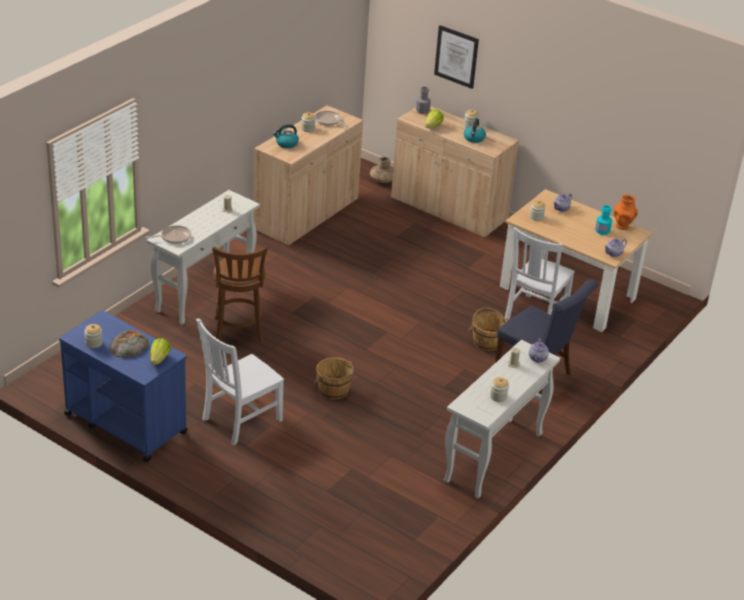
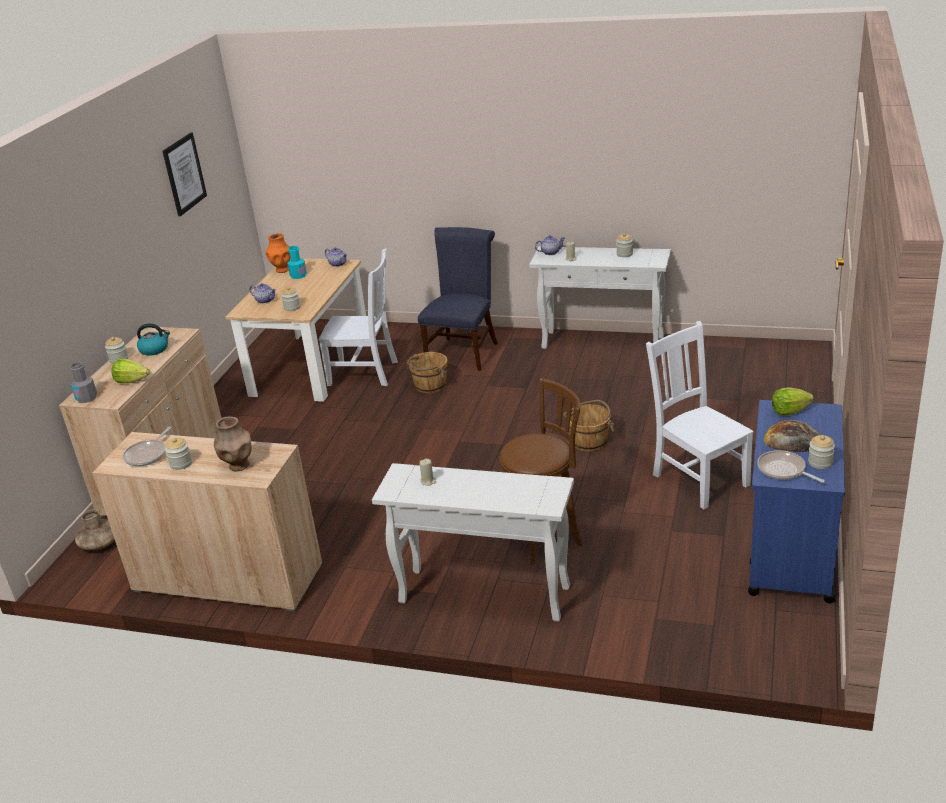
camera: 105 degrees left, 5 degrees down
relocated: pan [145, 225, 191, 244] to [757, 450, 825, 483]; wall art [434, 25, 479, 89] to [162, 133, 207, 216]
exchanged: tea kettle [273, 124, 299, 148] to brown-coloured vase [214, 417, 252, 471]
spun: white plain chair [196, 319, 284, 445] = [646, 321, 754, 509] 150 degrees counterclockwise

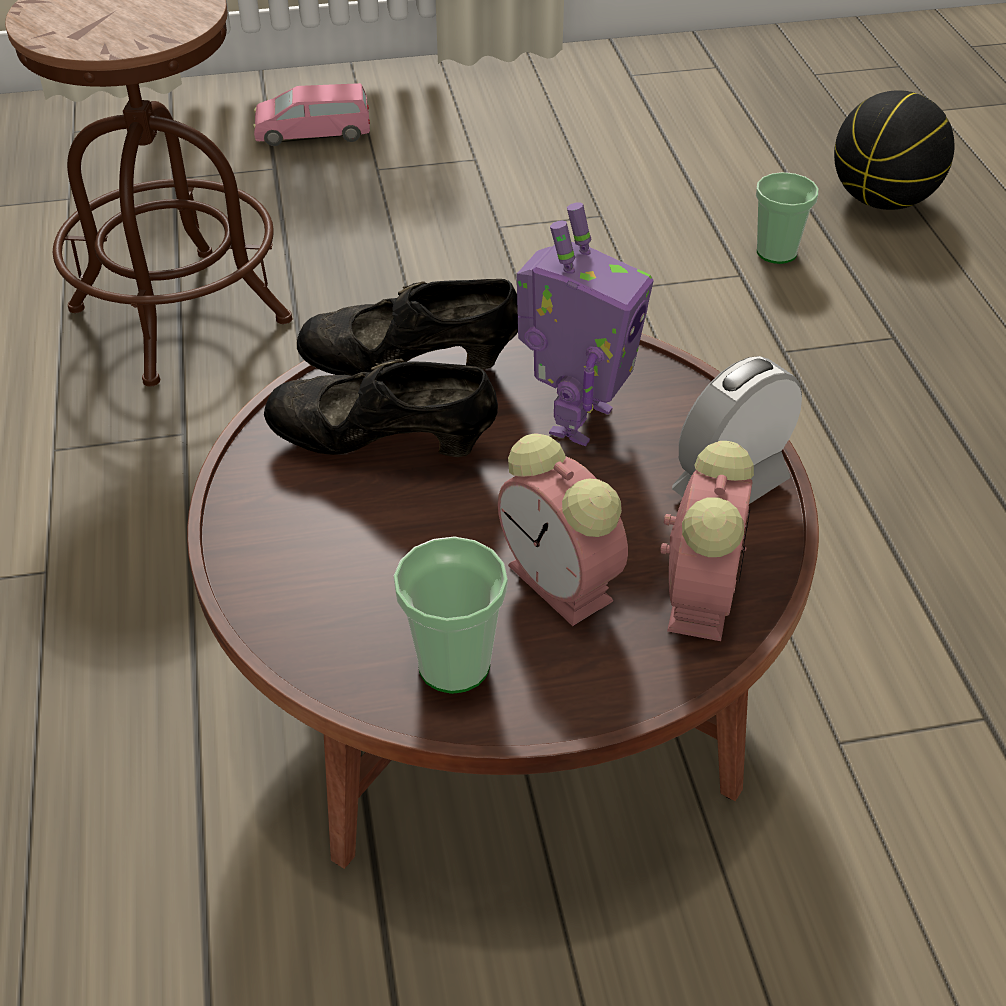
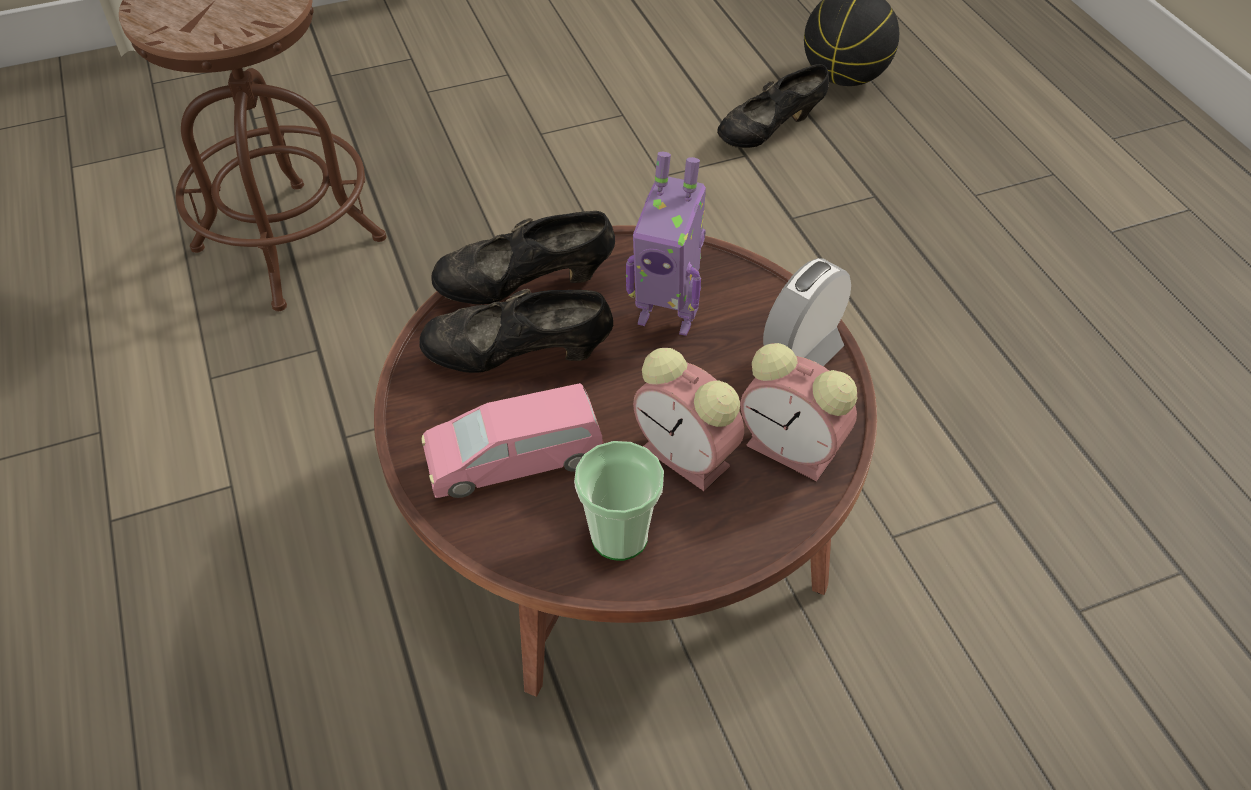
camera: 10 degrees left, 5 degrees up
relocated: pink miniature car [253, 83, 370, 146] to [421, 383, 604, 498]
exchanged: drinking cup [756, 172, 819, 264] to black item of footwear [717, 64, 829, 148]
spun: toy robot [517, 202, 654, 446] = [626, 152, 706, 336] 90 degrees clockwise; table clock [660, 441, 754, 641] = [741, 343, 857, 481] 120 degrees clockwise

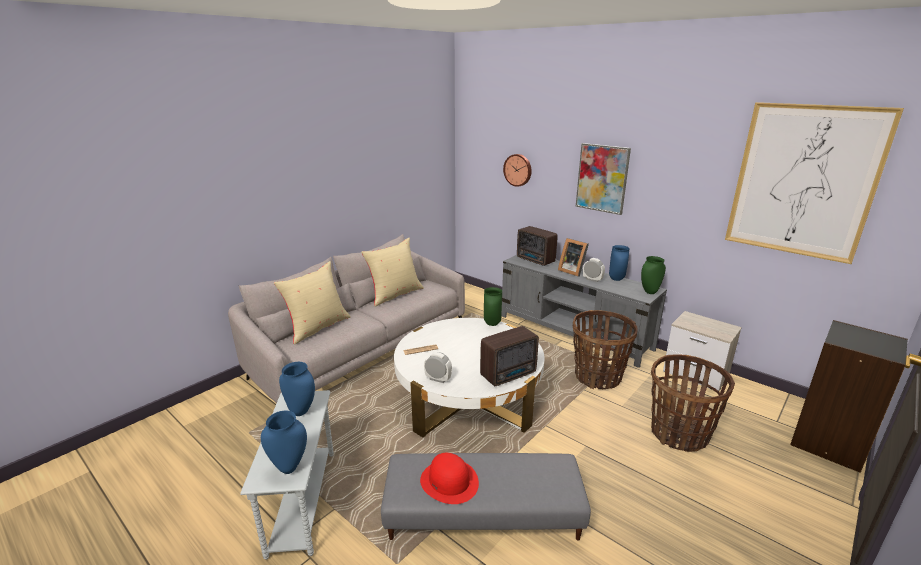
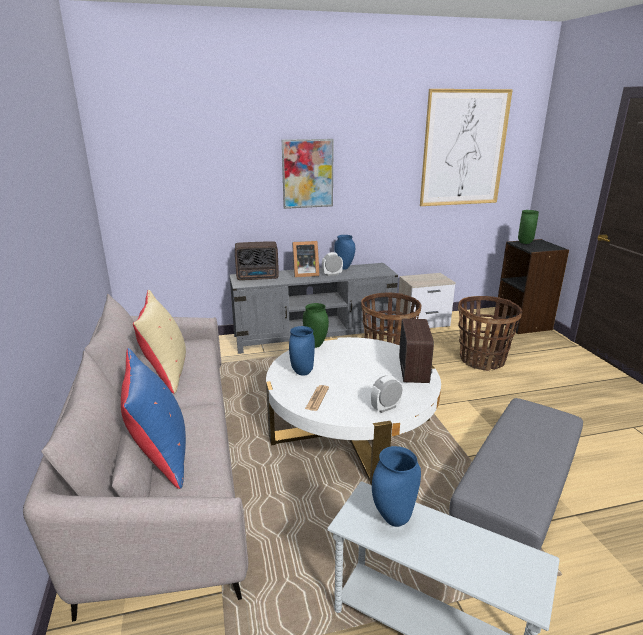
camera: 55 degrees left, 0 degrees up
missing: red-coloured hat [420, 453, 479, 504]; wall clock [503, 154, 532, 187]
relocated: bluish vase [261, 411, 307, 474] to [289, 326, 315, 376]; green vase [641, 256, 666, 294] to [518, 210, 539, 244]
colour: sand-coloured cushion [274, 261, 351, 345] to bluish cushion [121, 348, 186, 489]

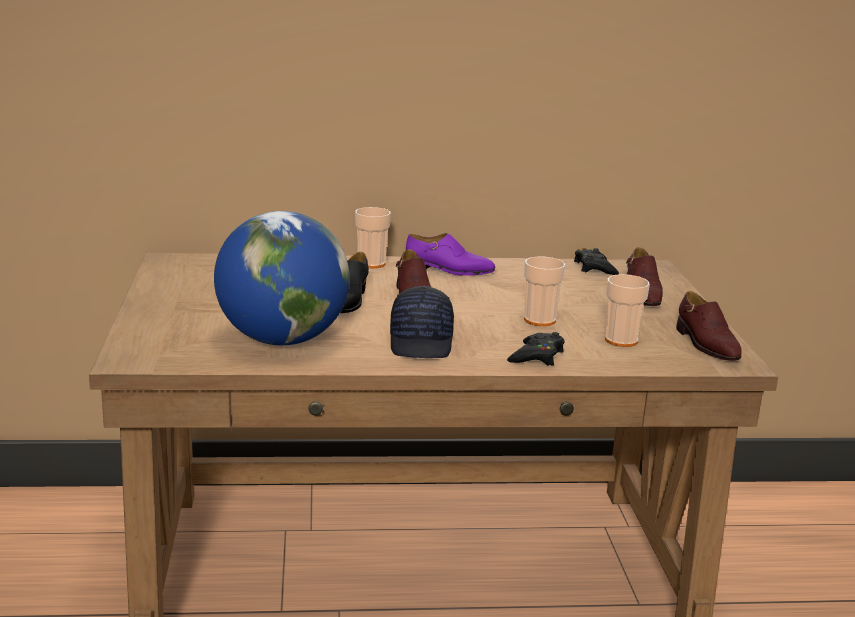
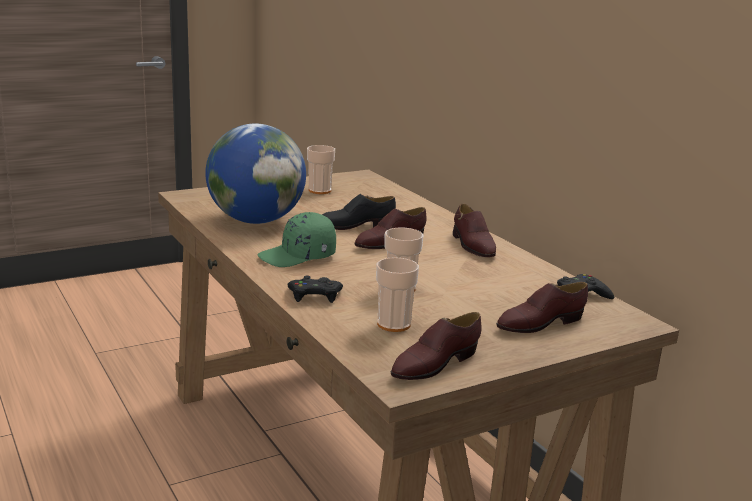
camera: 65 degrees right, 0 degrees up
relocated: drinking cup [355, 207, 391, 268] to [307, 145, 335, 194]
colour: black peaked cap [390, 286, 454, 358] to green peaked cap [257, 212, 336, 267]; purple item of footwear [406, 233, 495, 276] to brown-coloured item of footwear [453, 204, 496, 257]

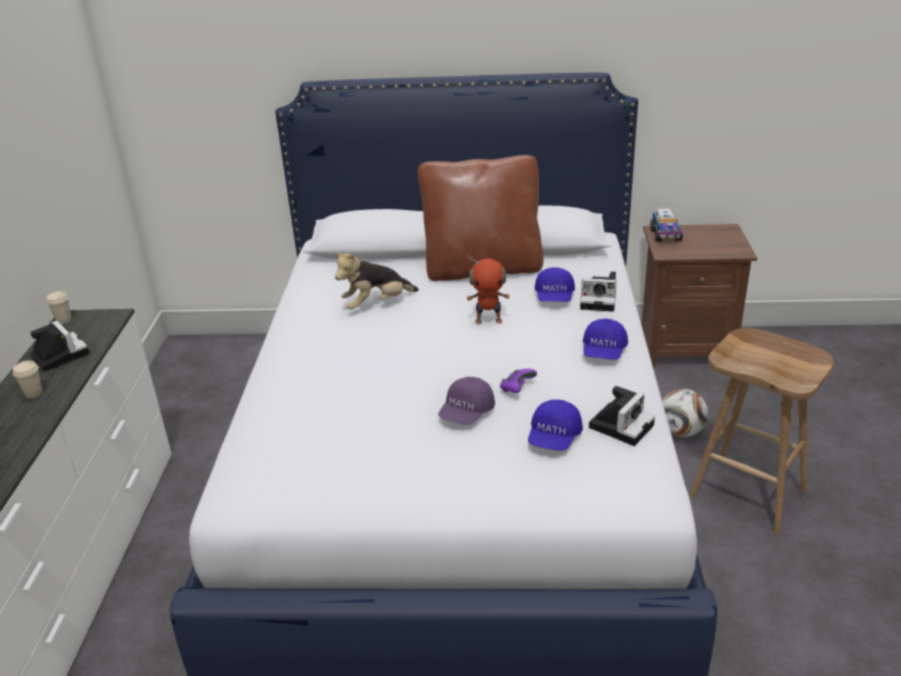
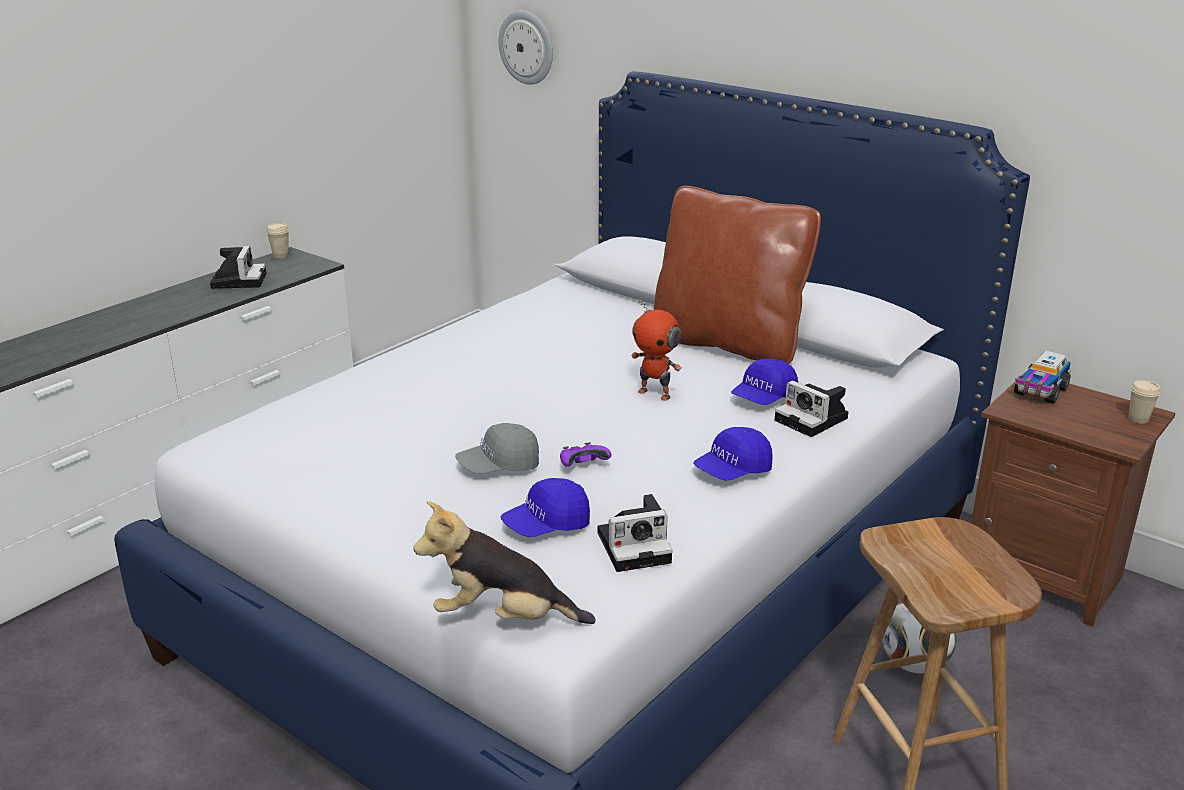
camera: 35 degrees right, 5 degrees down
appeared: wall clock [499, 11, 553, 85]
relocated: sand-coloured drinking cup [13, 360, 42, 398] to [1129, 380, 1161, 424]; plush toy [333, 252, 419, 310] to [413, 501, 596, 624]
colour: purple peaked cap [438, 377, 495, 425] to gray peaked cap [455, 423, 539, 474]

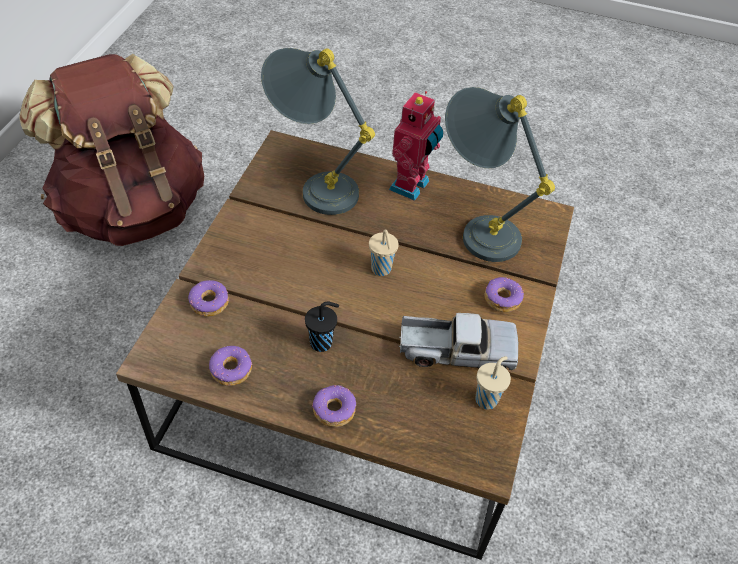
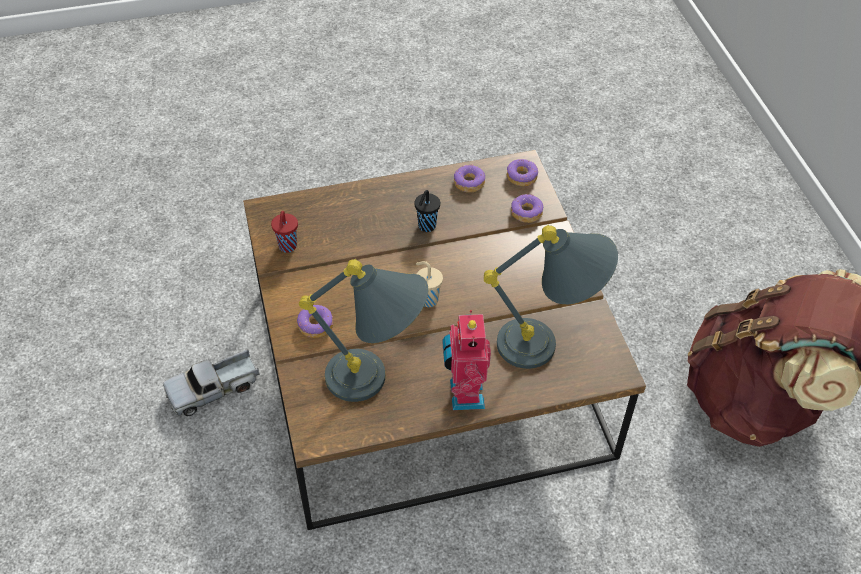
camera: 150 degrees right, 0 degrees up
relocated: donut [312, 385, 356, 427] to [507, 159, 538, 186]; toy lorry [398, 313, 518, 370] to [163, 349, 259, 416]
colour: sand-coloured drinking cup [475, 356, 511, 409] to red-coloured drinking cup [271, 211, 298, 253]

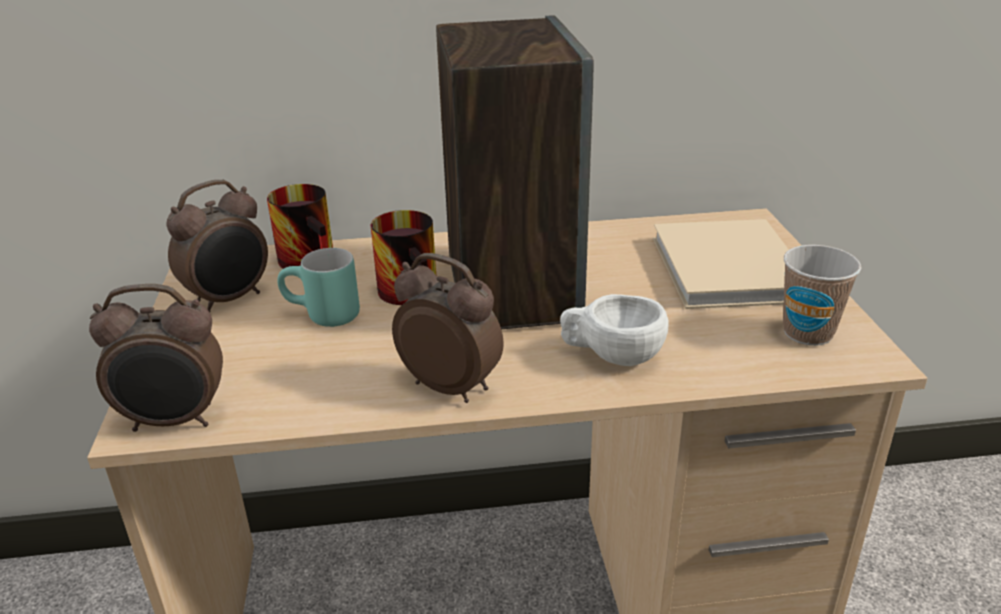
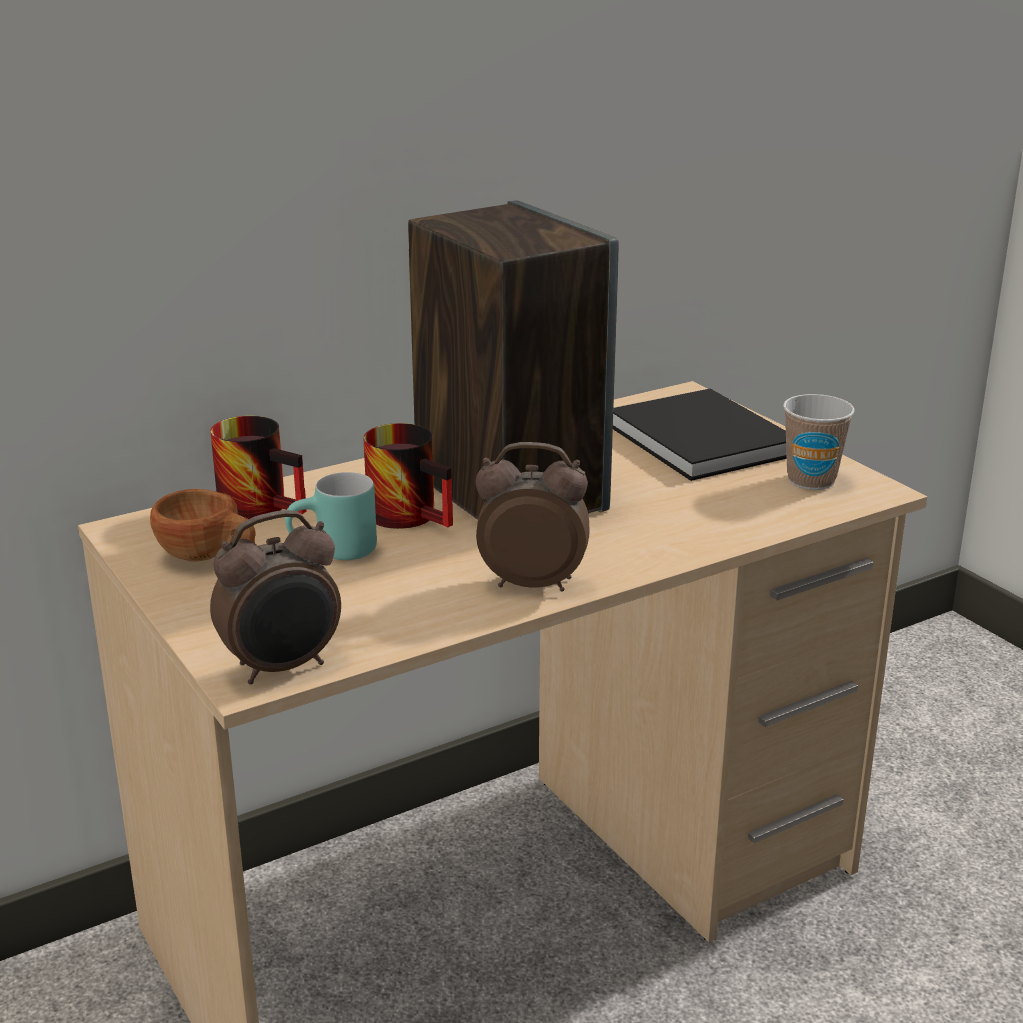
camera: 25 degrees left, 5 degrees down
missing: white drinking cup [560, 294, 668, 366]
exchanged: table clock [166, 180, 268, 312] to brown-coloured drinking cup [150, 489, 255, 562]
colour: sand-coloured bound book [653, 219, 789, 309] to black bound book [613, 389, 787, 481]

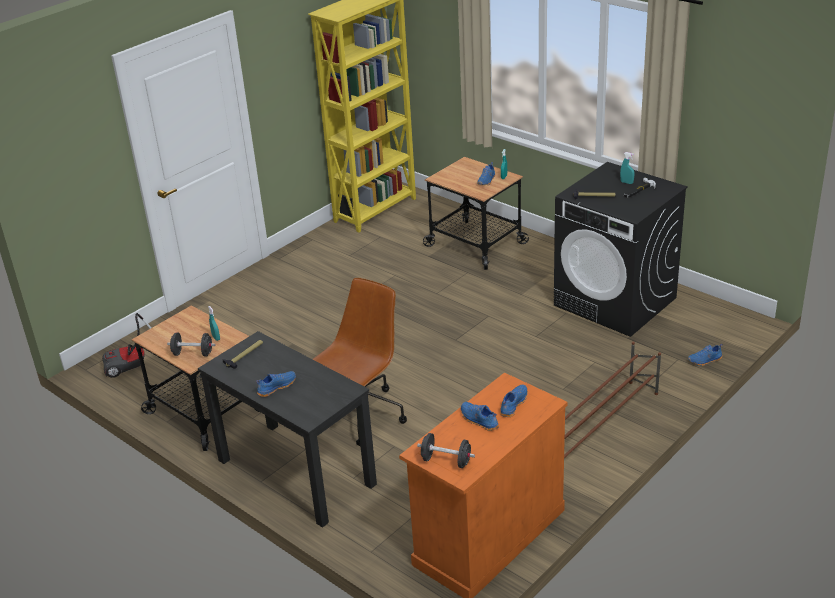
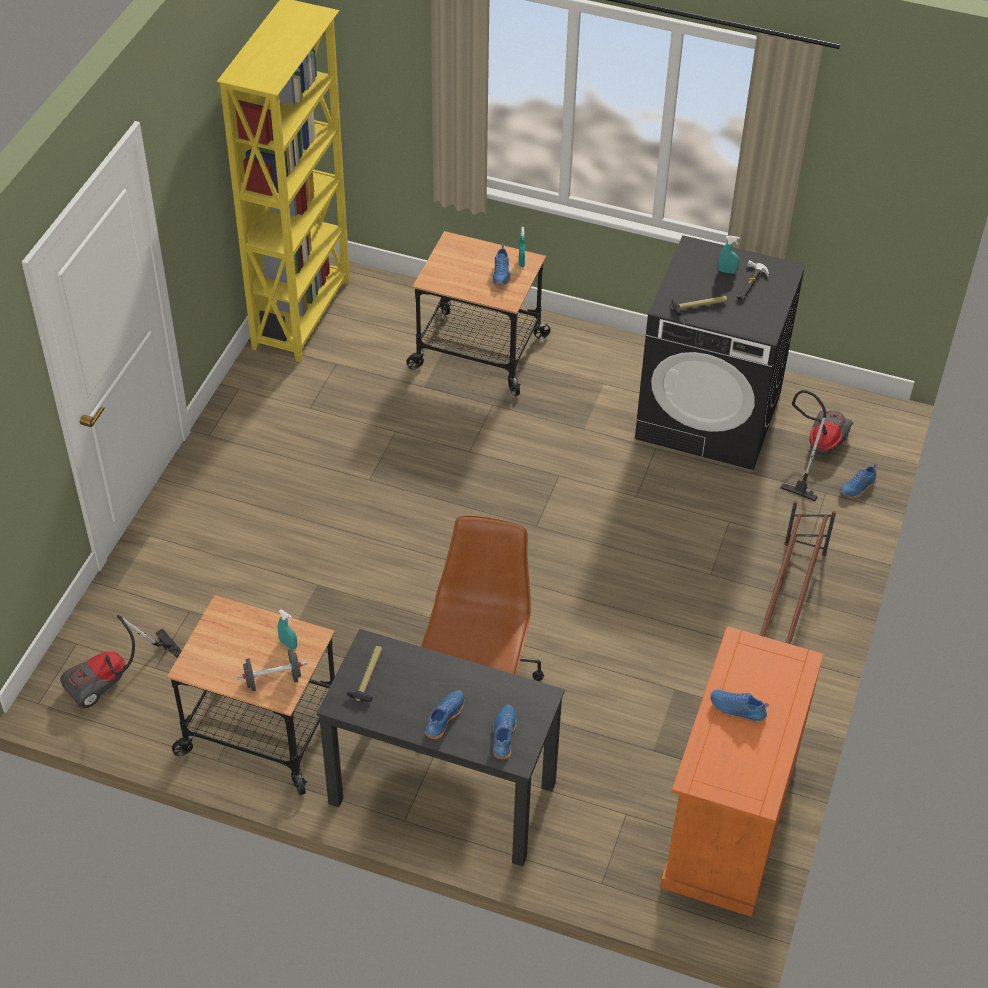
camera: 25 degrees left, 15 degrees up
missing: black free weight [417, 433, 475, 468]
appeared: hoover [780, 390, 853, 502]
relocated: bluish item of footwear [500, 385, 528, 417] to [493, 705, 516, 759]

